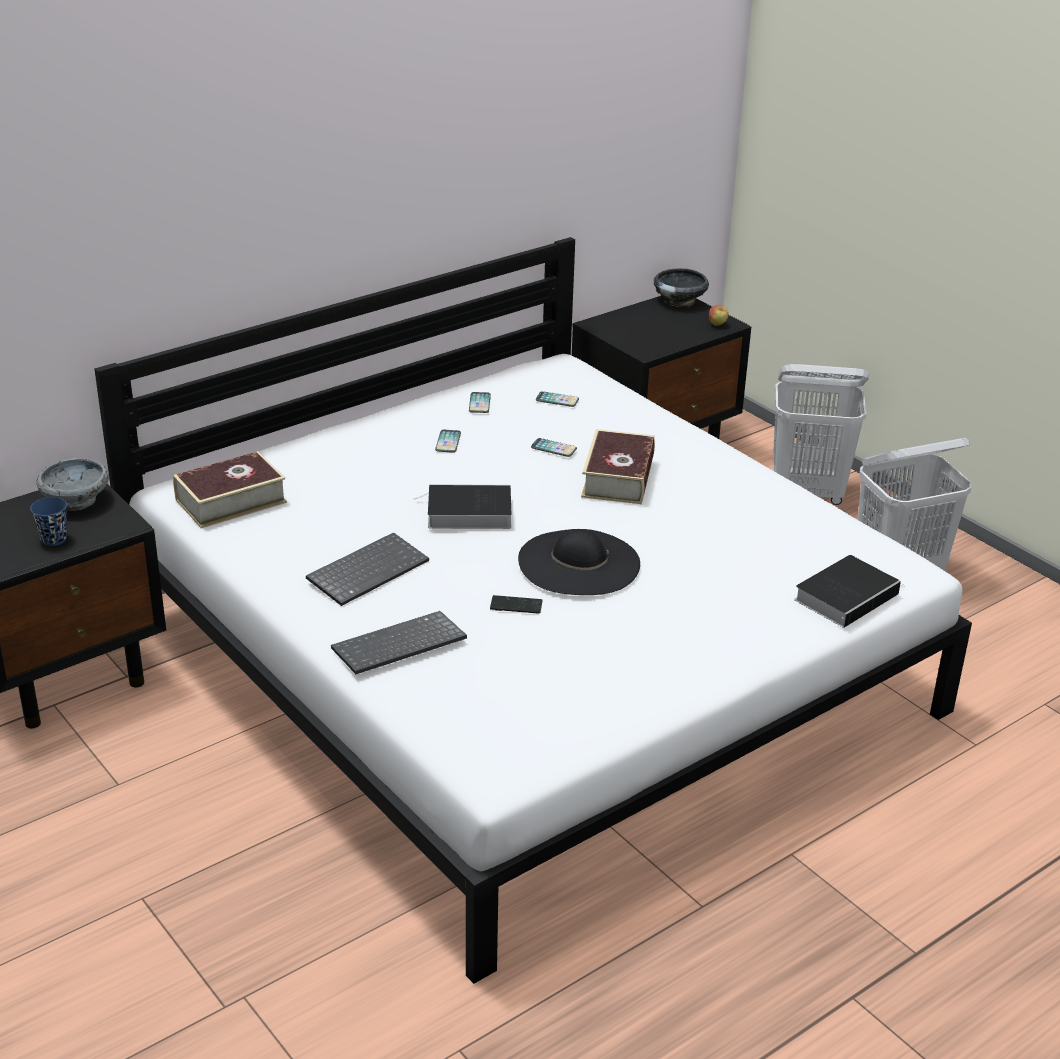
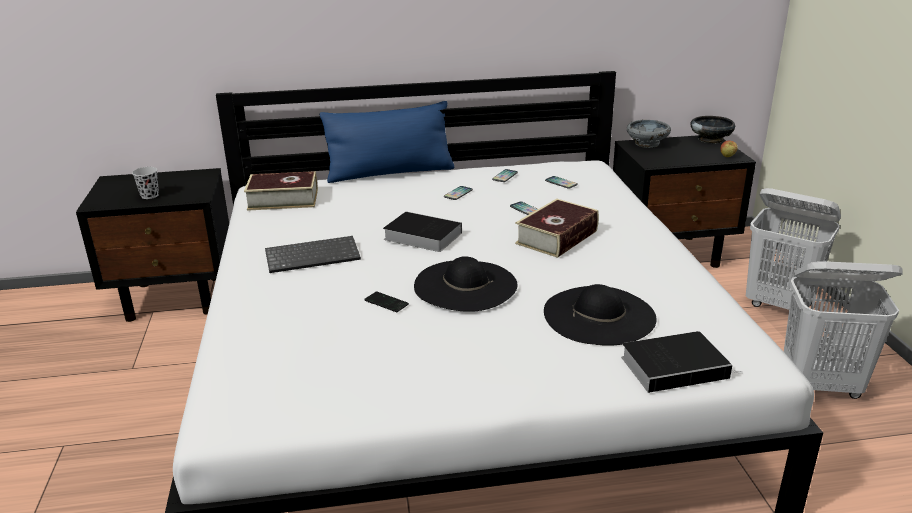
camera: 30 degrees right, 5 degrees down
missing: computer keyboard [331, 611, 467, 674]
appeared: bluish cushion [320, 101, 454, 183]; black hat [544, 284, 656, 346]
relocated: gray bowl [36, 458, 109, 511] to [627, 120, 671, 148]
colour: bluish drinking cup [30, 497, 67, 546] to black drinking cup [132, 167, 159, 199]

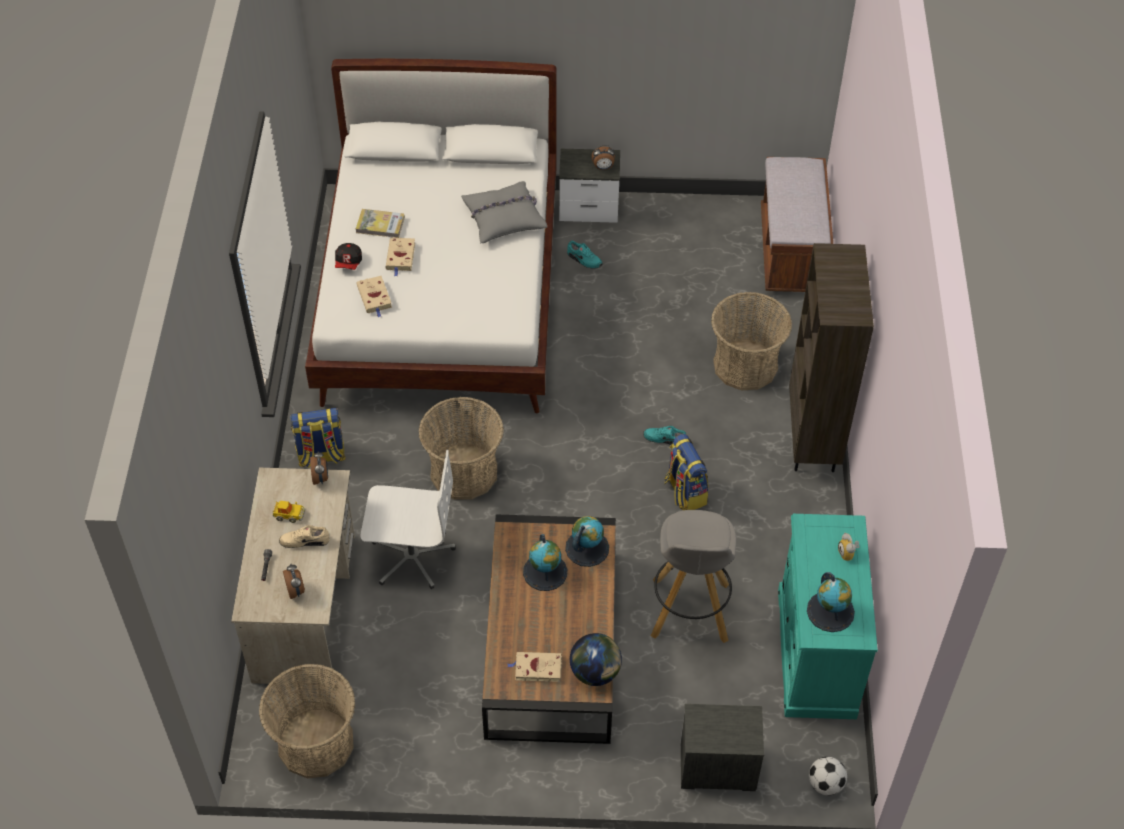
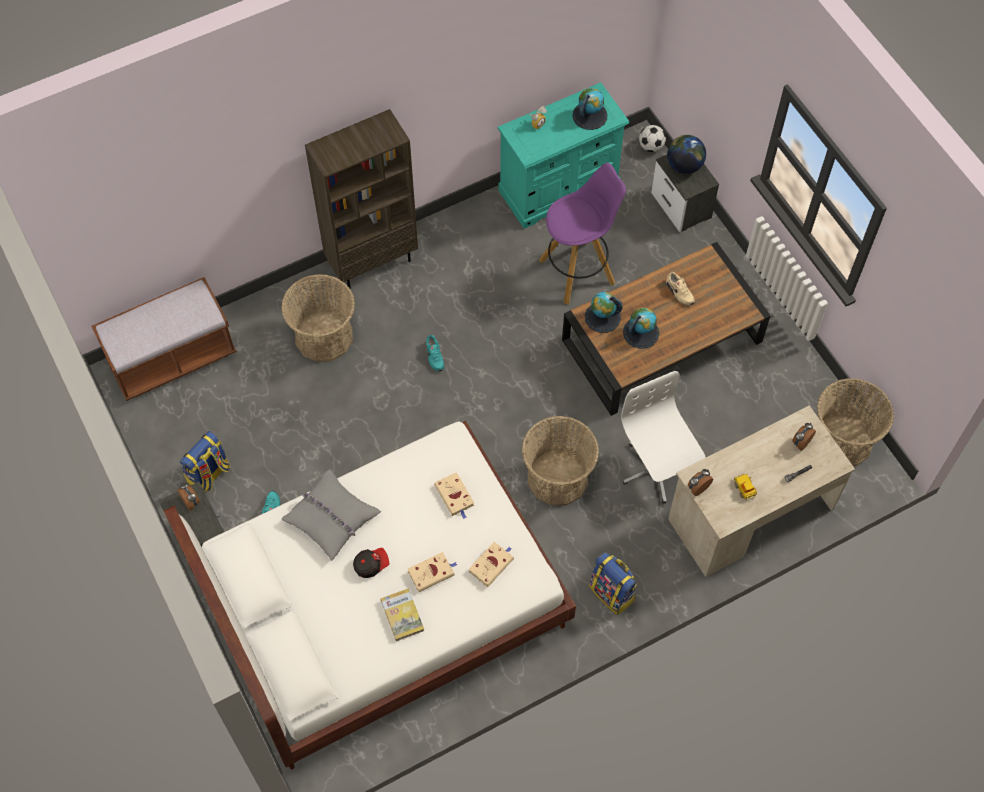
camera: 120 degrees left, 10 degrees up
relocated: sand-coloured item of footwear [279, 525, 330, 548] to [666, 272, 695, 306]; peaked cap [335, 243, 362, 270] to [353, 548, 389, 578]; sand-coloured bound book [507, 652, 562, 682] to [434, 472, 474, 519]; desk globe [570, 633, 622, 686] to [667, 135, 706, 174]; rucksack [664, 434, 708, 510] to [180, 431, 230, 493]
colour: gray stool seat [651, 510, 736, 643] to purple stool seat [539, 163, 626, 305]

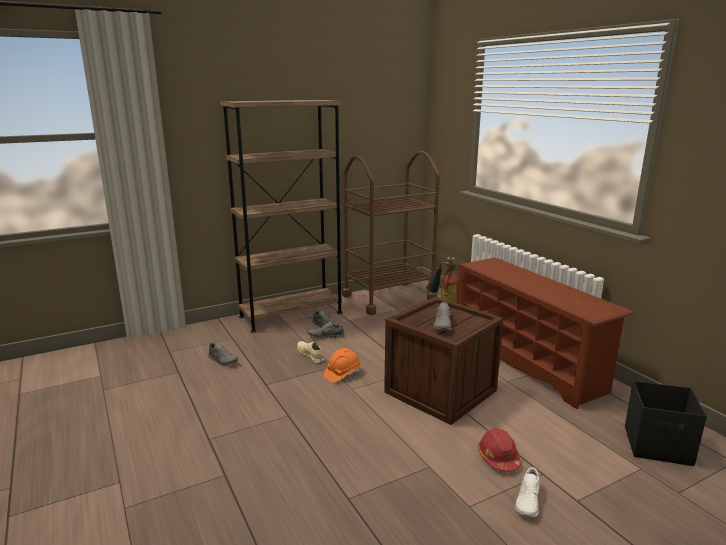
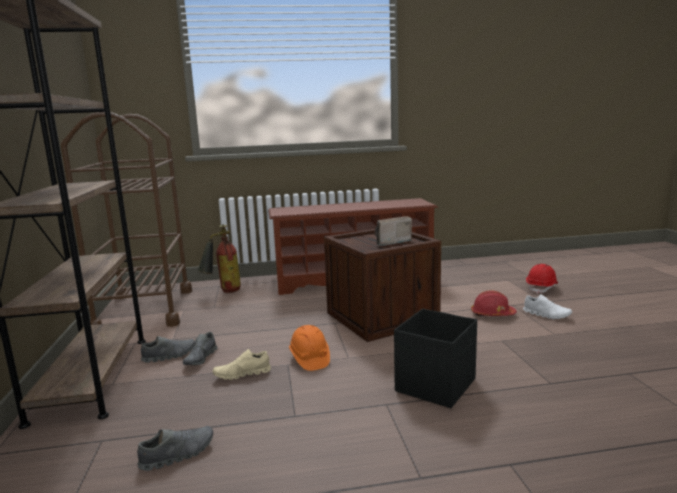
camera: 70 degrees left, 5 degrees down
appeared: red-coloured safety helmet [526, 264, 558, 294]
relocated: black storage container [625, 381, 707, 466] to [394, 309, 477, 408]
exchanged: gray item of footwear [434, 302, 452, 330] to radio set [374, 216, 412, 246]

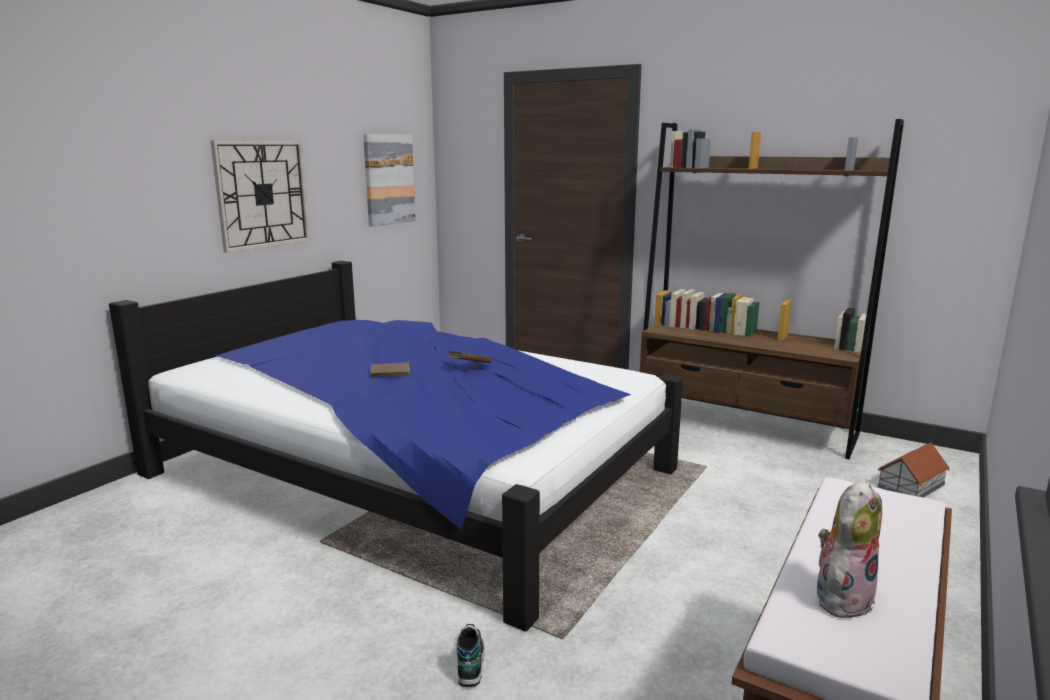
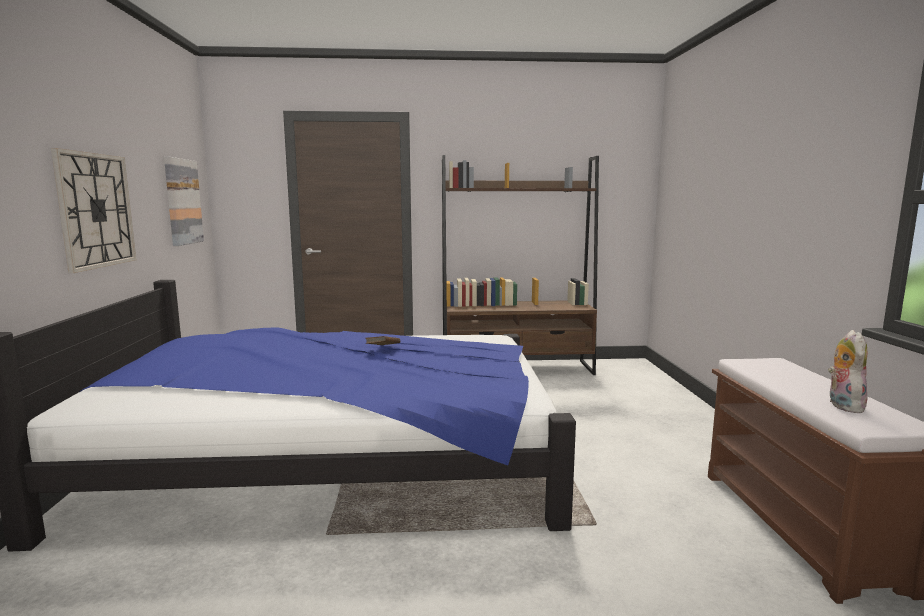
camera: 35 degrees left, 5 degrees down
missing: brown-coloured bound book [370, 363, 411, 377]; item of footwear [456, 624, 485, 687]; miniature house [878, 443, 950, 498]

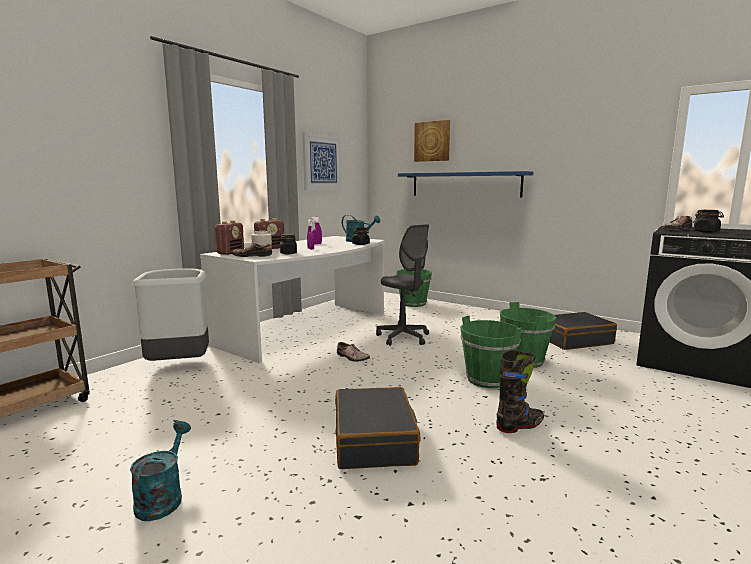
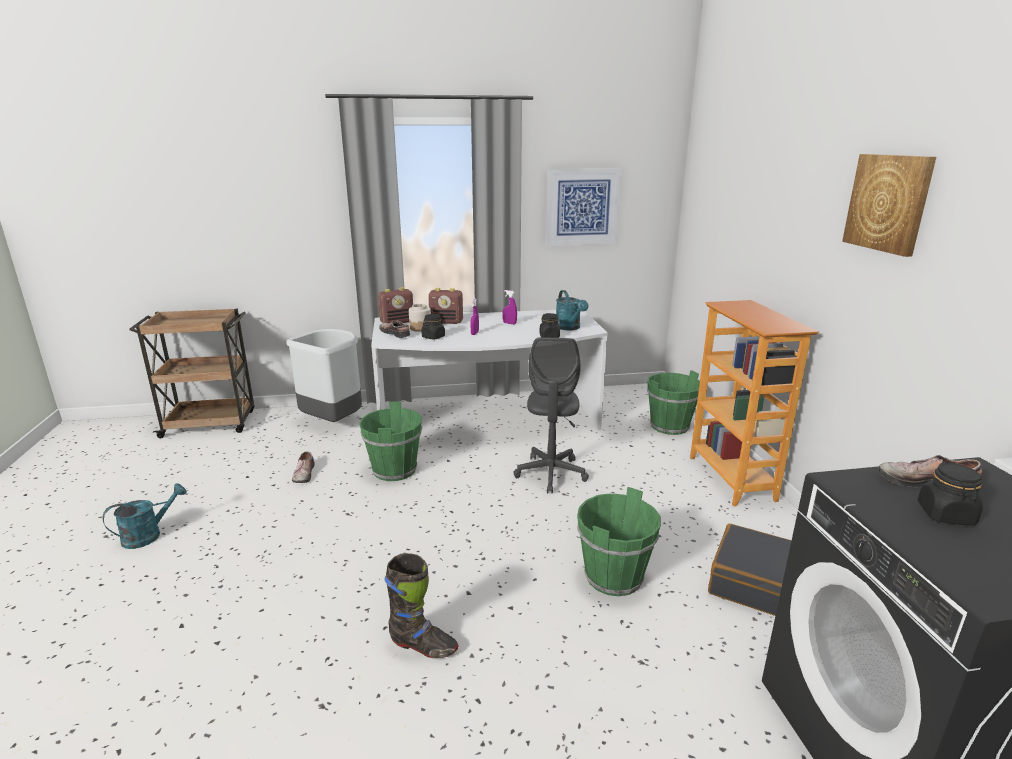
camera: 45 degrees right, 10 degrees up
missing: black suitcase [335, 387, 421, 469]; bluish shelf [398, 171, 533, 197]
appeared: bookshelf [690, 300, 819, 506]
relocated: item of footwear [337, 342, 370, 362] to [292, 451, 315, 483]; wall art [414, 120, 450, 162] to [842, 154, 936, 257]; green pail [460, 315, 522, 388] to [359, 402, 422, 481]

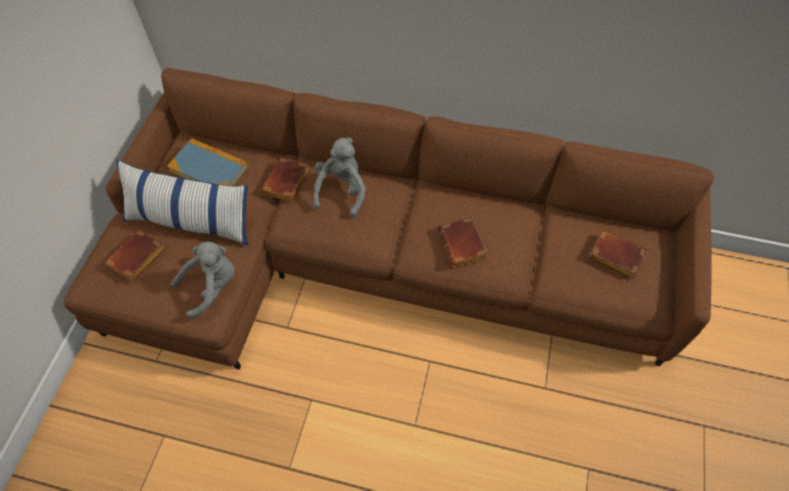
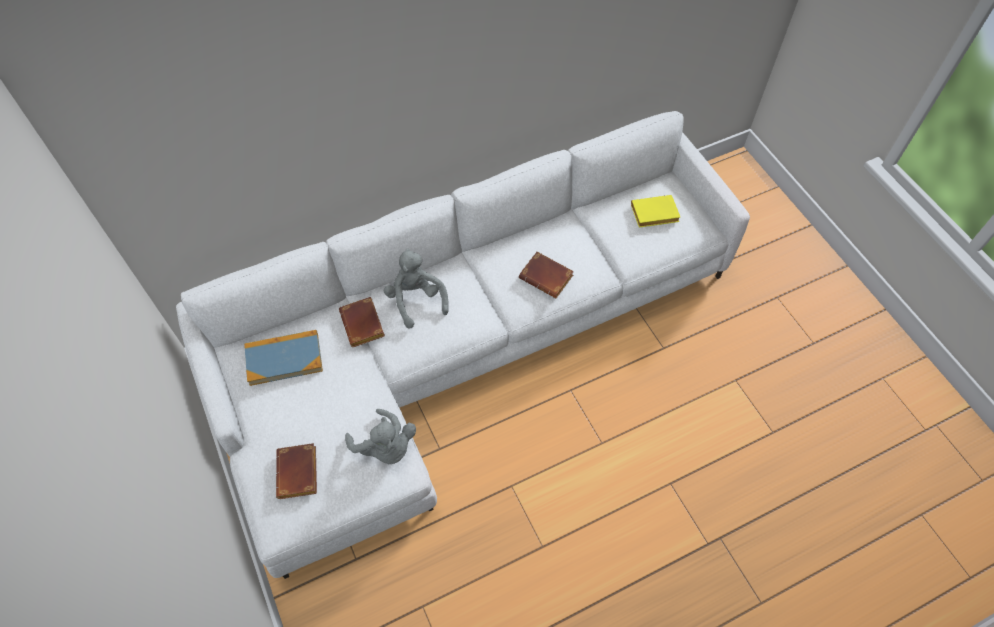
camera: 40 degrees left, 0 degrees up
missing: cushion [116, 160, 248, 245]
colour: brown-coloured sofa [64, 68, 714, 370] to white sofa [176, 111, 750, 579]; brown-coloured bound book [589, 230, 648, 279] to yellow-coloured bound book [631, 195, 681, 228]
spun: gray plush toy [171, 242, 235, 319] = [345, 409, 416, 464] 120 degrees clockwise

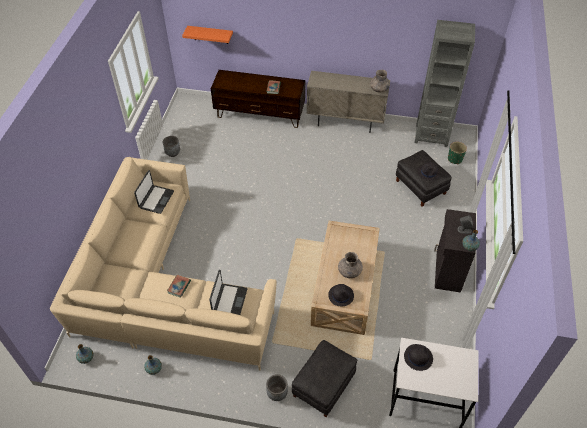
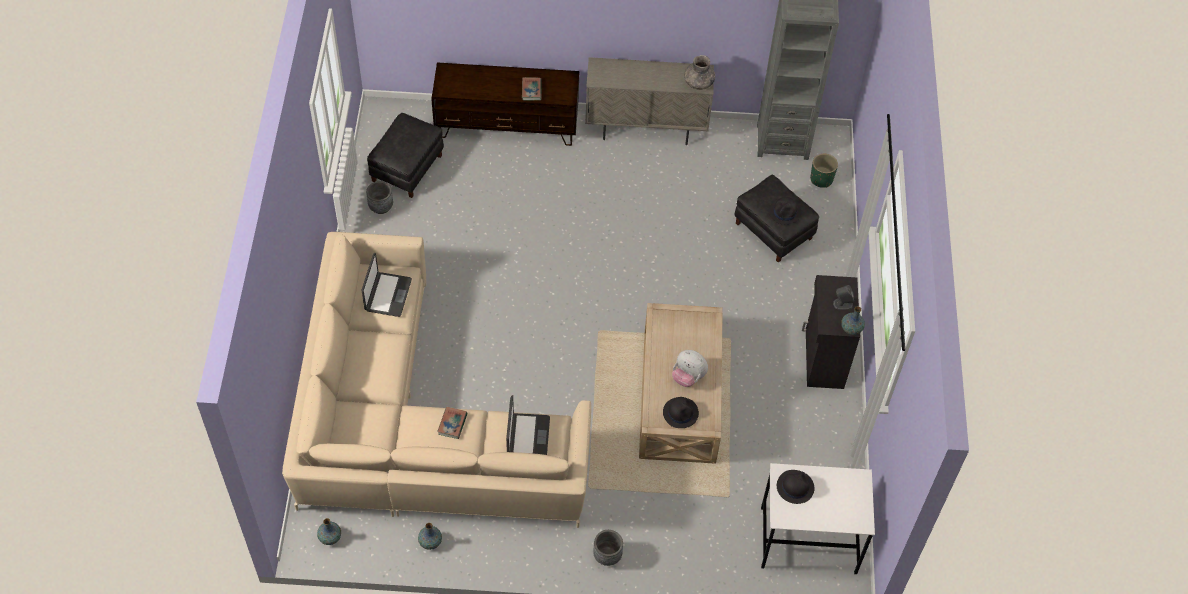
camera: 10 degrees left, 5 degrees up
missing: orangey shelf [182, 26, 233, 44]
relocated: black ottoman [292, 340, 357, 417] to [367, 113, 444, 198]
exchanged: gray vase [338, 252, 363, 278] to plush toy [672, 350, 708, 387]

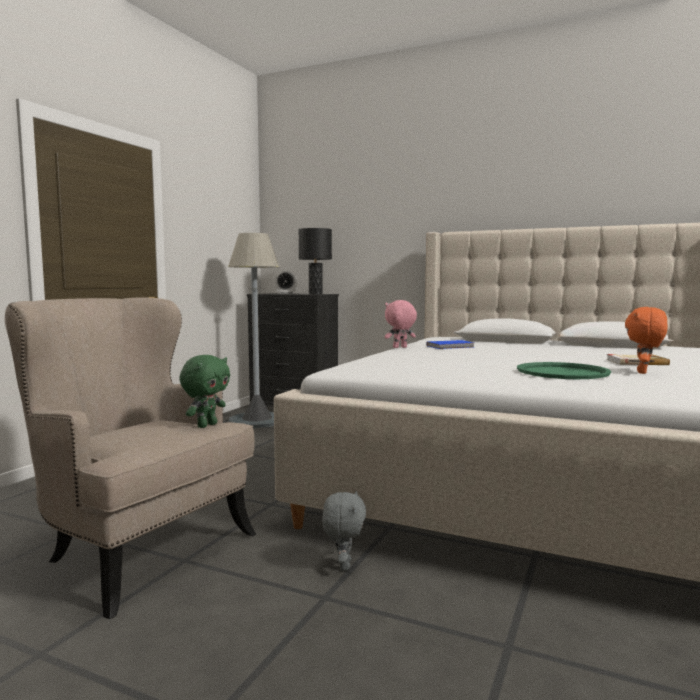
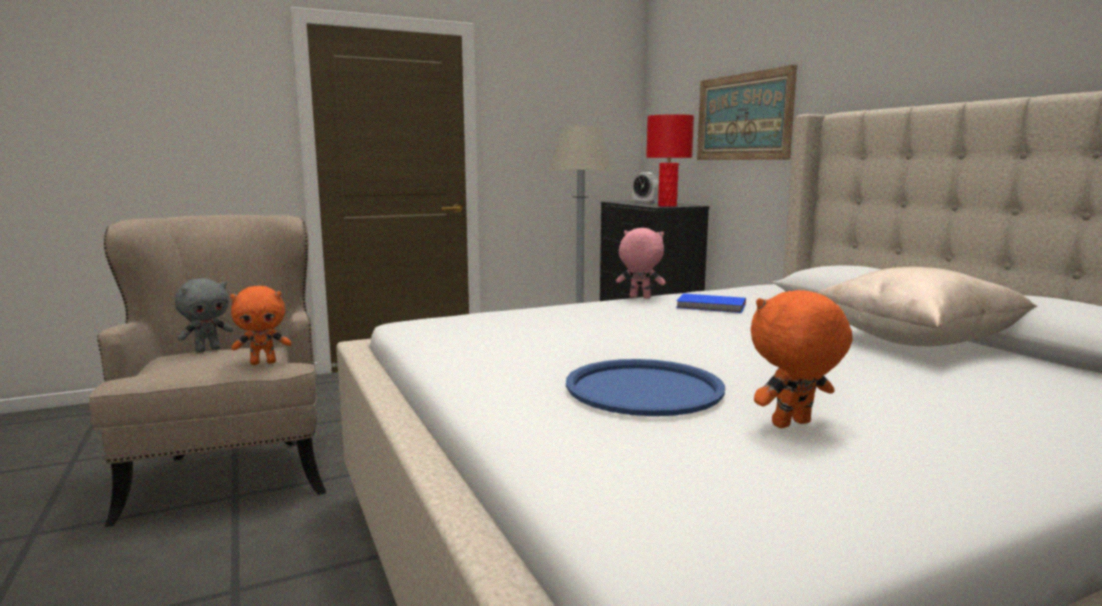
camera: 40 degrees right, 5 degrees up
missing: bound book [607, 354, 670, 365]
appeared: wall art [697, 65, 797, 160]; sand-coloured cushion [817, 267, 1037, 346]
relocated: gray plush toy [322, 491, 366, 571] to [175, 278, 233, 353]
colour: green plush toy [179, 355, 230, 428] to orangey plush toy [230, 286, 291, 365]; black lamp for a table [298, 228, 332, 295] to red-coloured lamp for a table [646, 114, 694, 207]; green serving tray [517, 362, 611, 379] to bluish serving tray [566, 359, 725, 416]

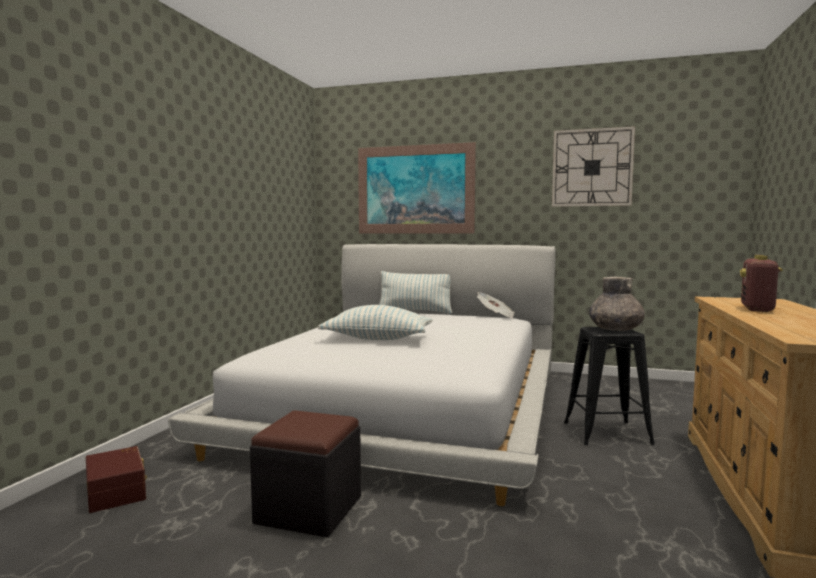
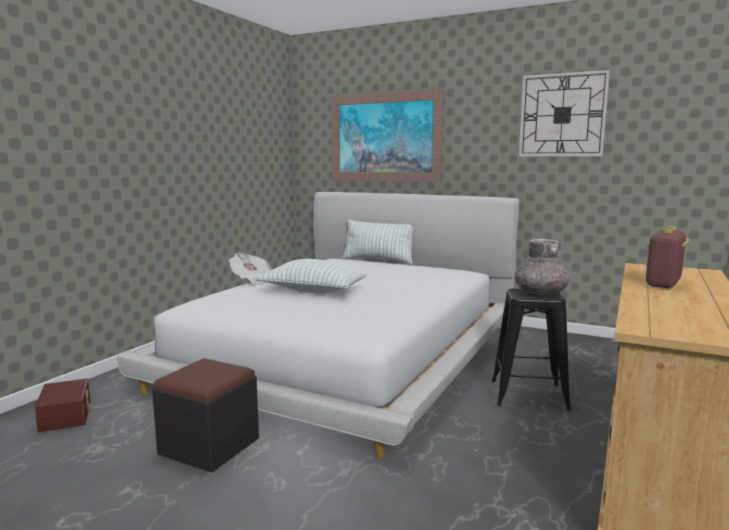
camera: 10 degrees right, 5 degrees up
relocated: daily paper [477, 292, 515, 319] to [229, 253, 272, 286]

